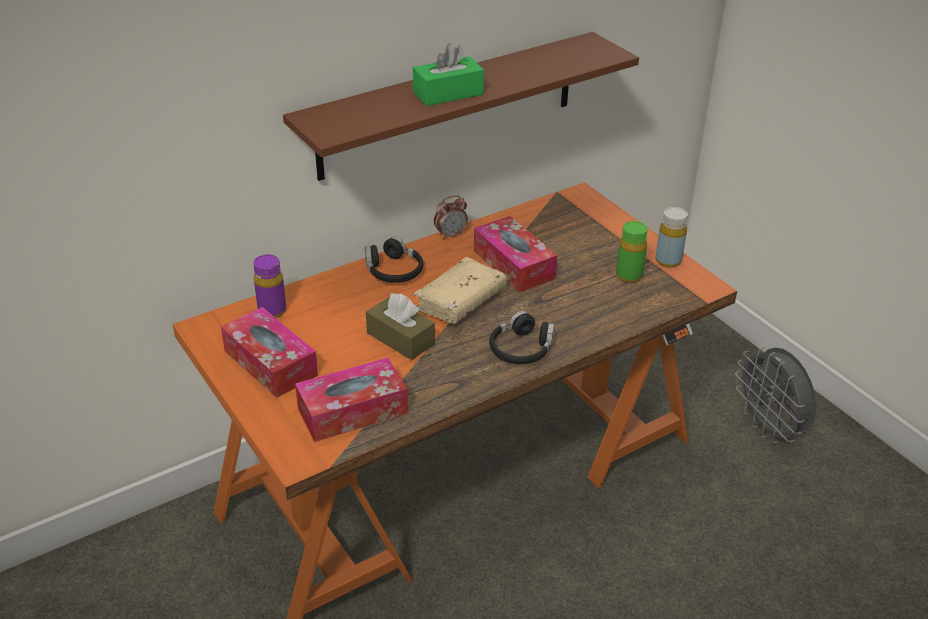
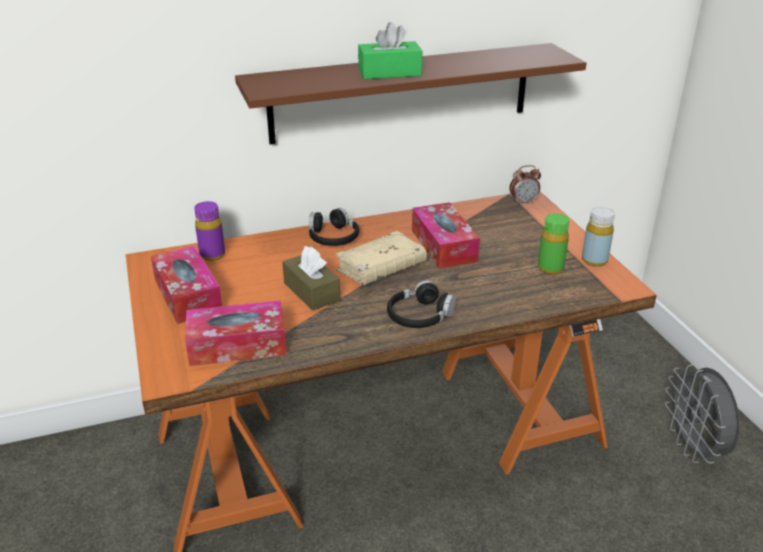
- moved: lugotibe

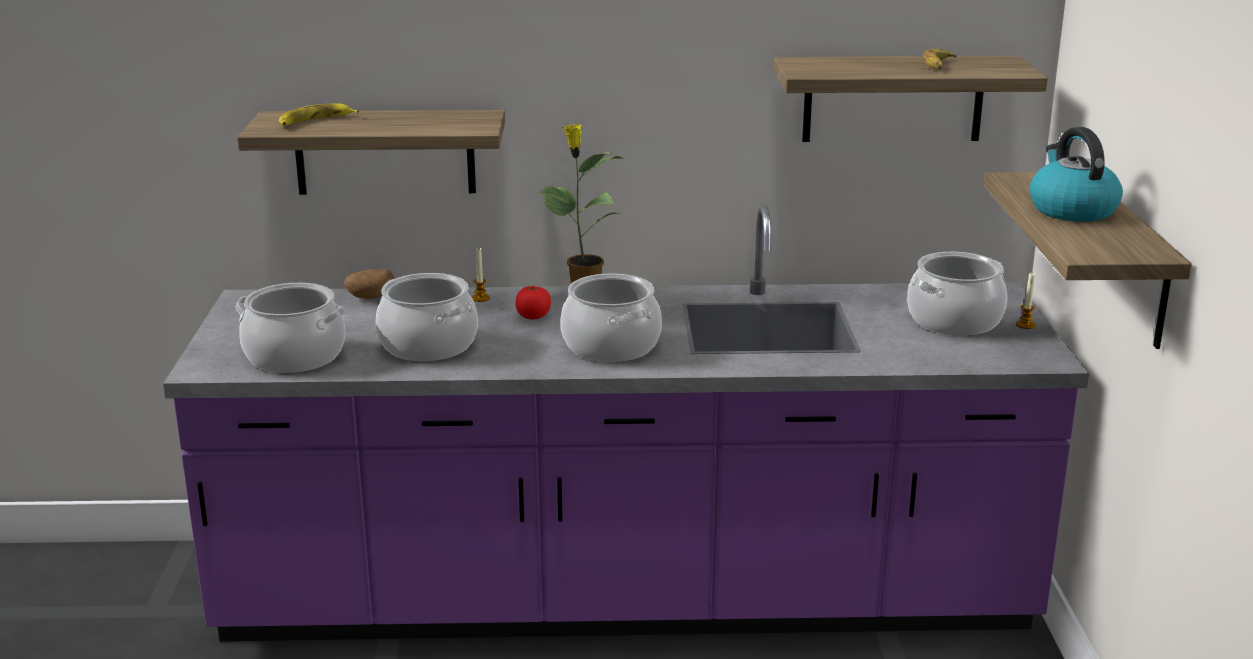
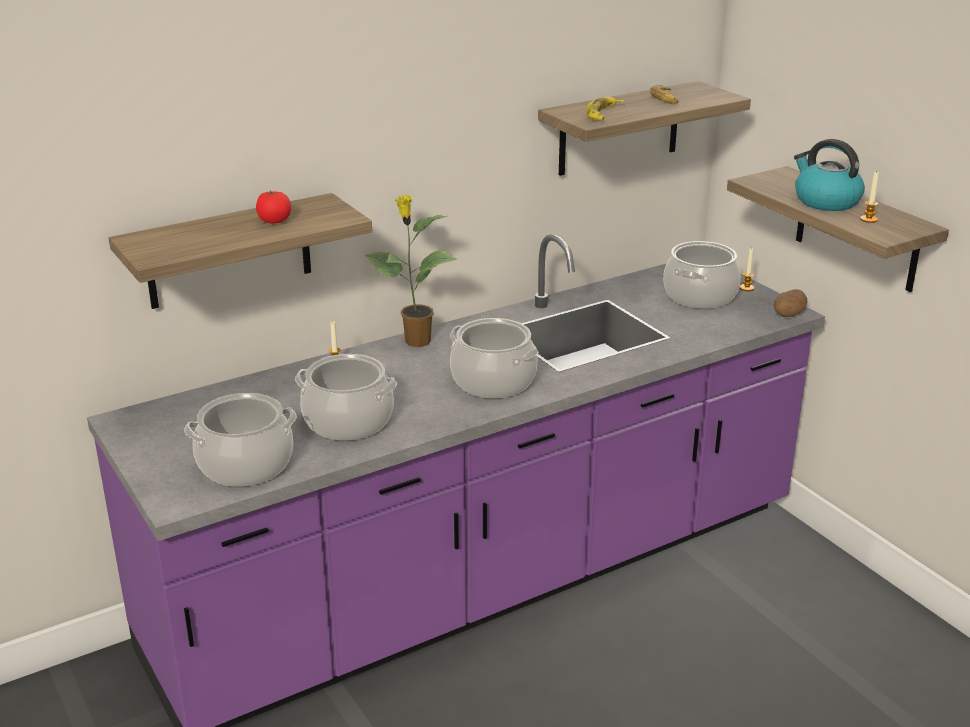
- added: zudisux (3rd from left)
- moved: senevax (1st from left)
- moved: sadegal
- moved: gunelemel

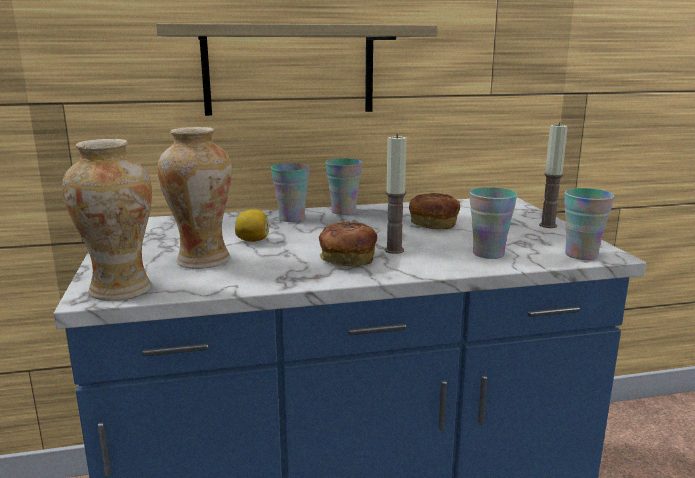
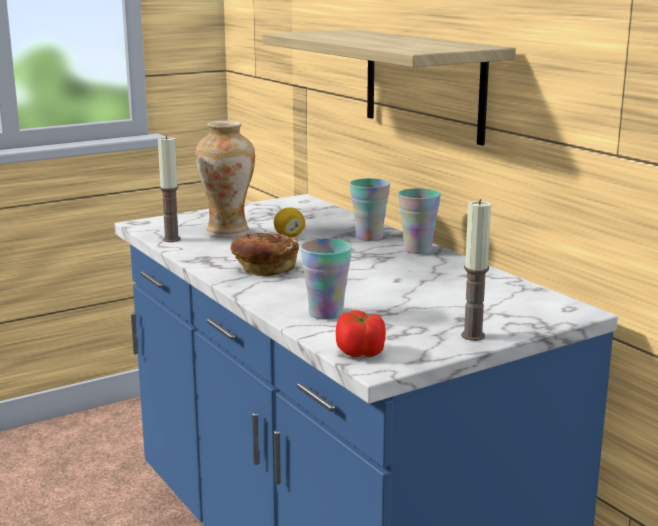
- removed: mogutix (1st from left)
- removed: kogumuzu (2nd from left)
- moved: zudisux (1st from left)
- replaced: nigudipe (4th from left) to gunelemel

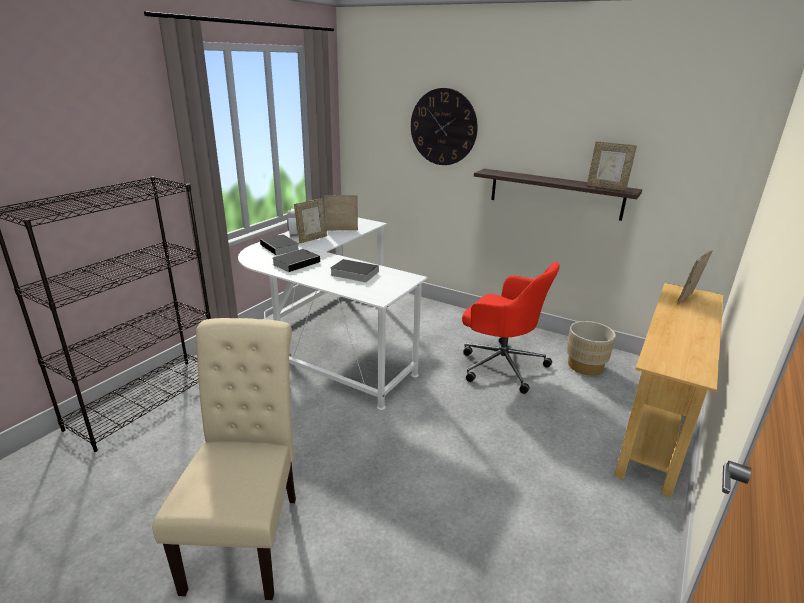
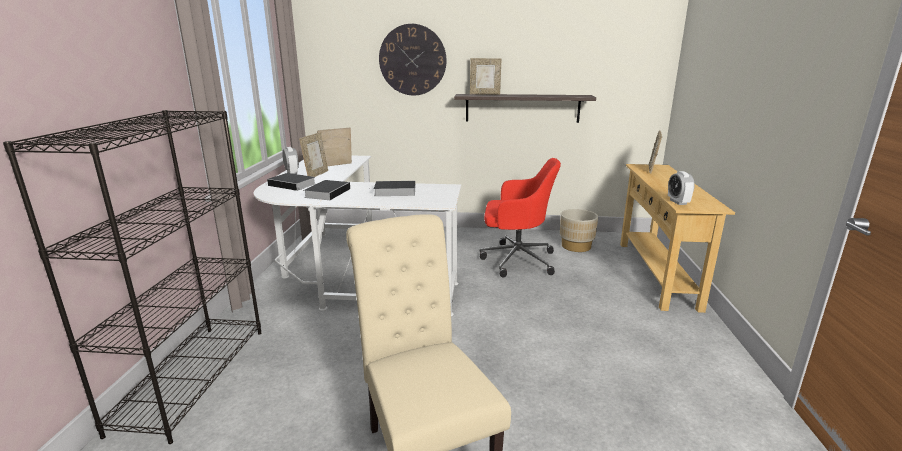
- added: lugotibe (2nd from left)
- moved: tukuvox (3rd from left)

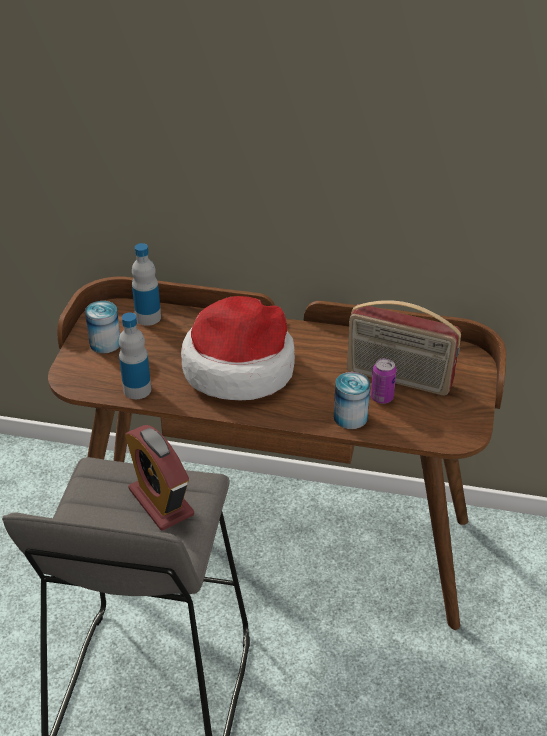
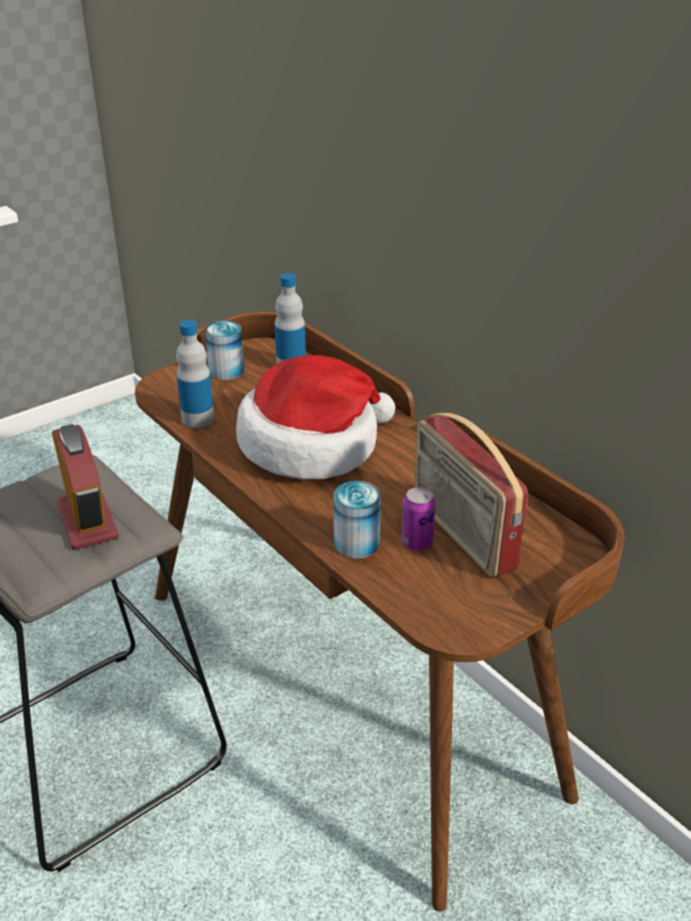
- turned: lugotibe 150 degrees clockwise

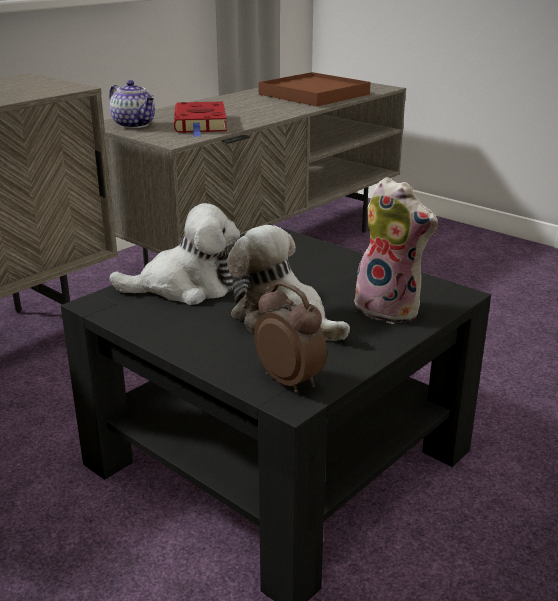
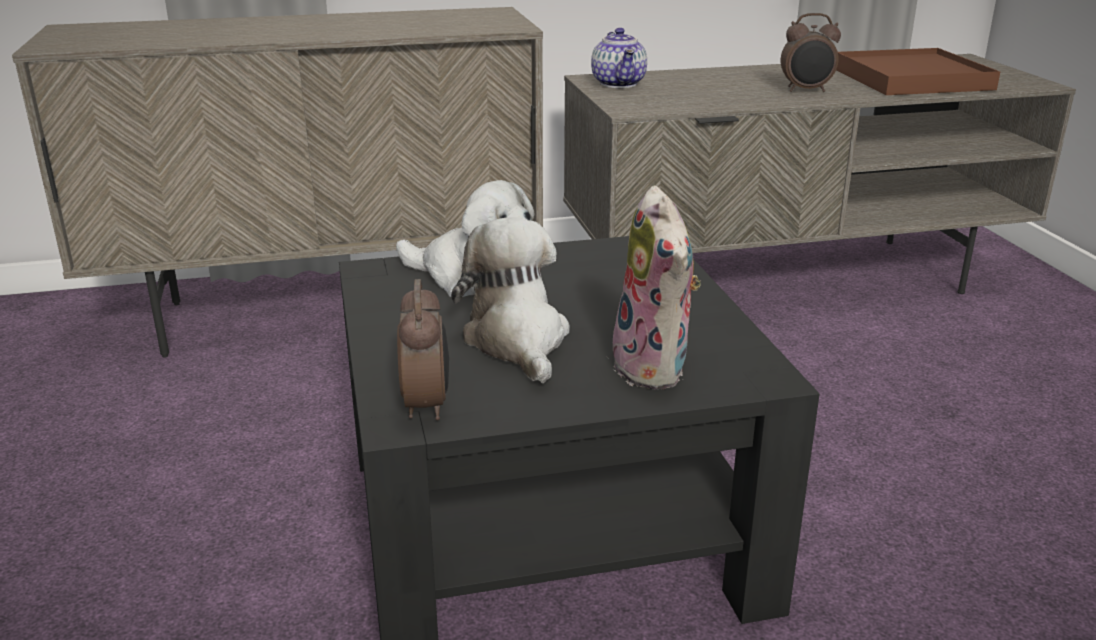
- removed: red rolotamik
- added: lugotibe (2nd from left)

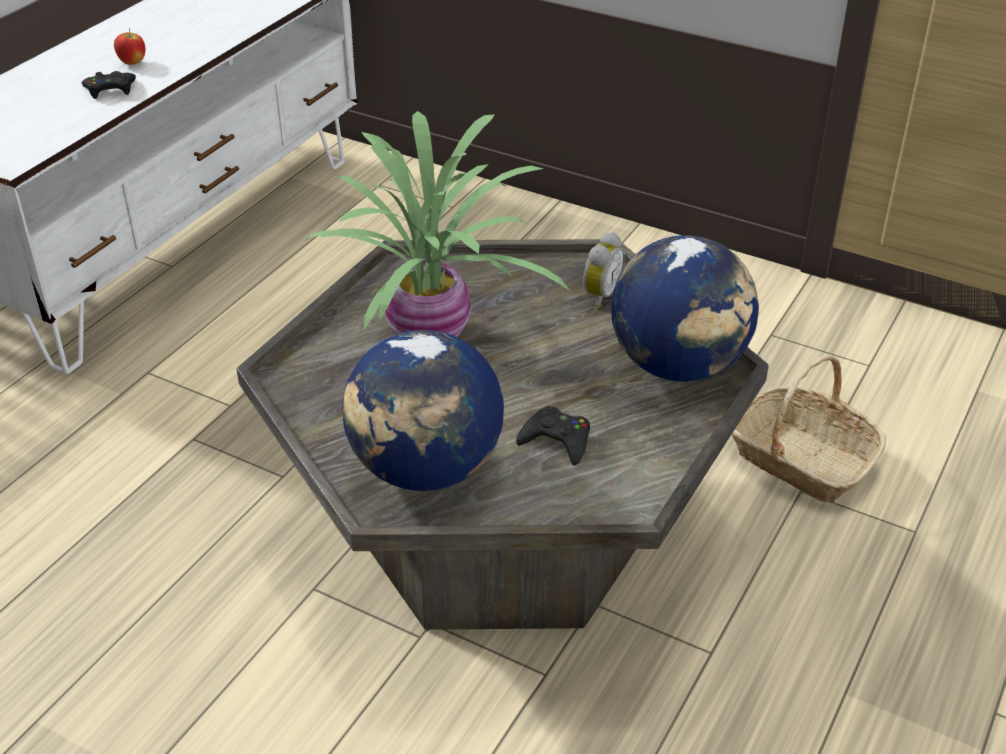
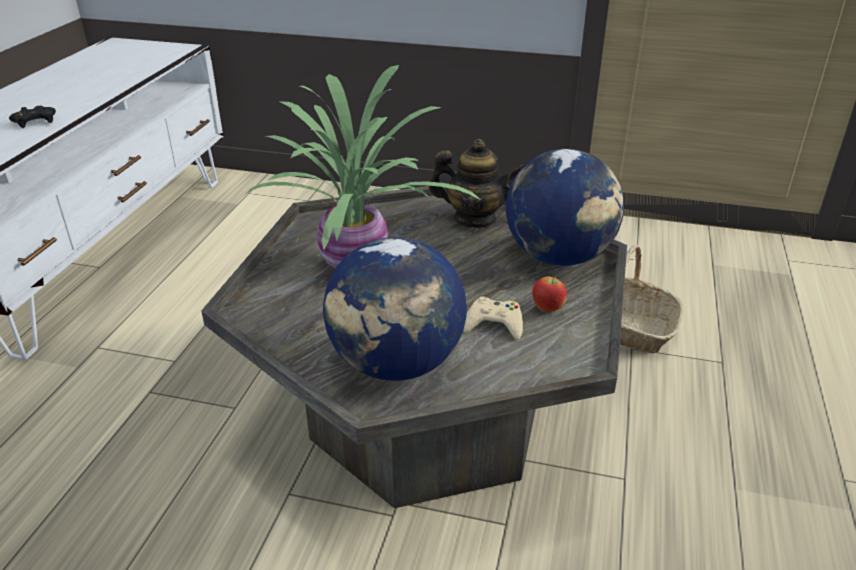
- moved: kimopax
- replaced: lugotibe to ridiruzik
- recoloured: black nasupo (2nd from left) to beige nasupo

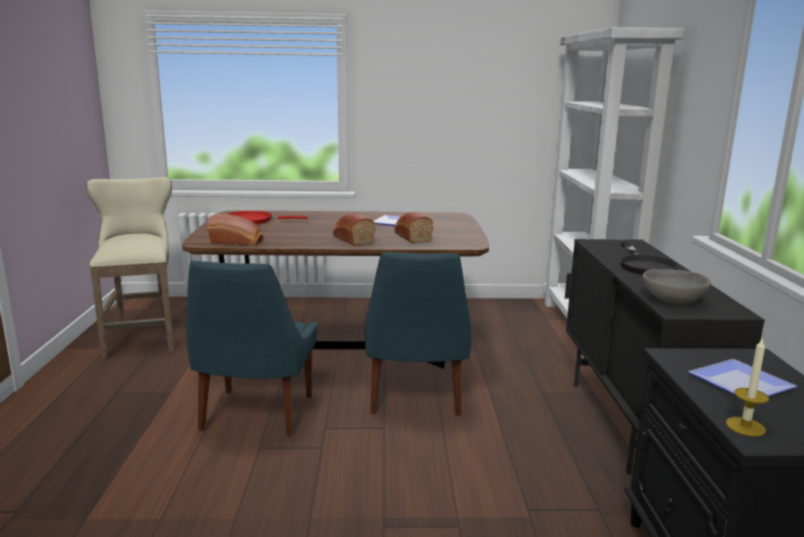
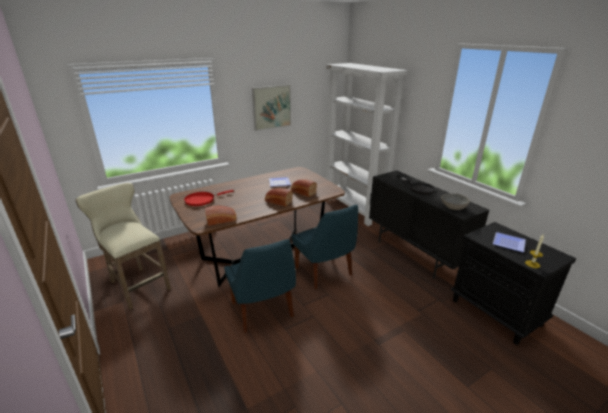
- added: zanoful

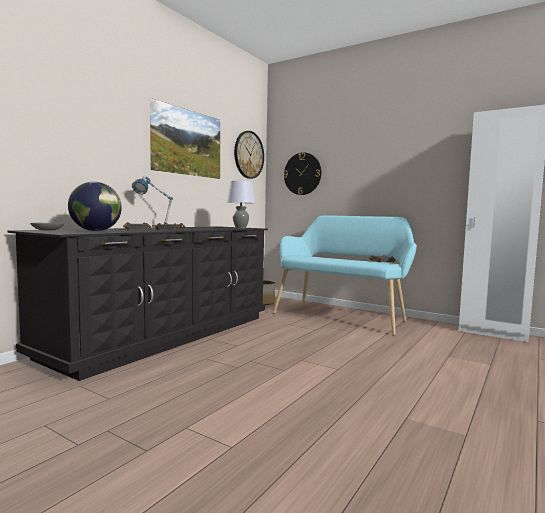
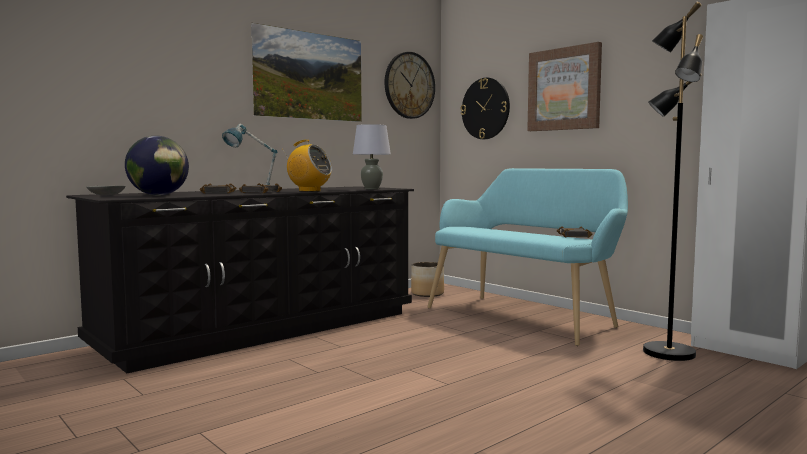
- added: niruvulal
- added: zanoful (2nd from left)
- added: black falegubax

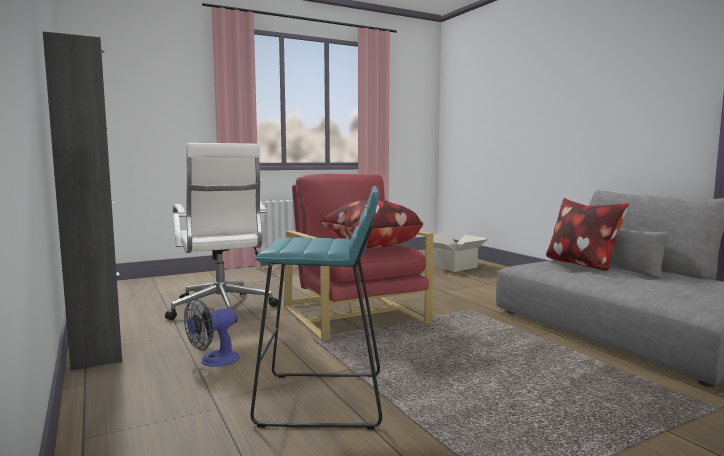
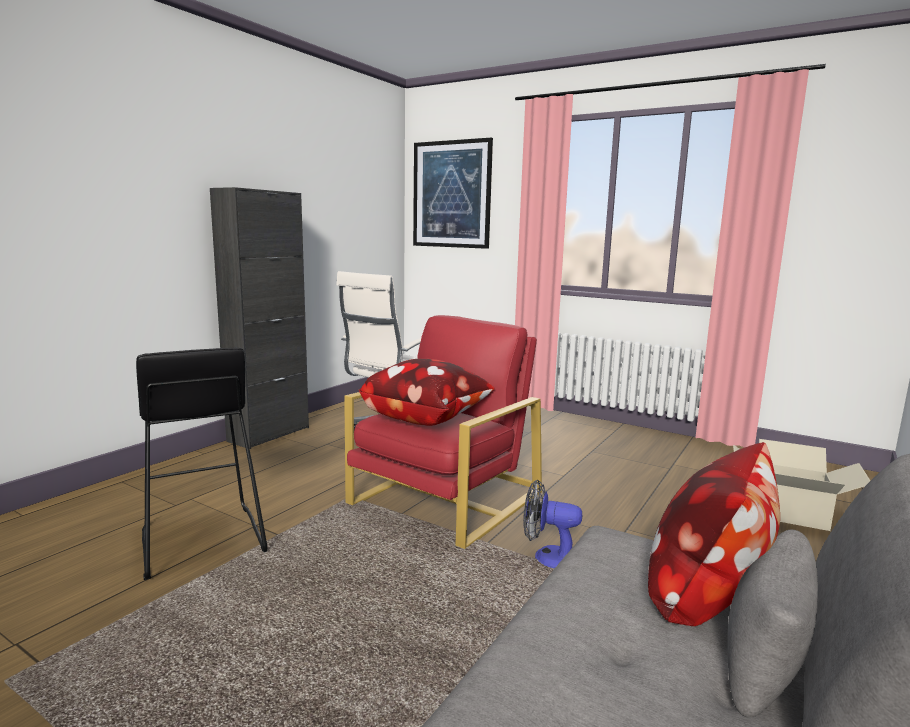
- added: zanoful
- moved: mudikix
- recoloured: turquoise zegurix to black zegurix

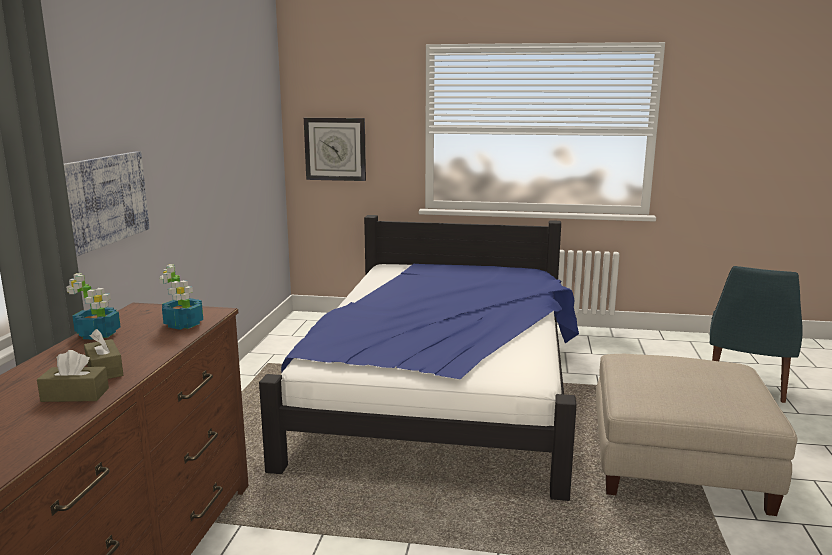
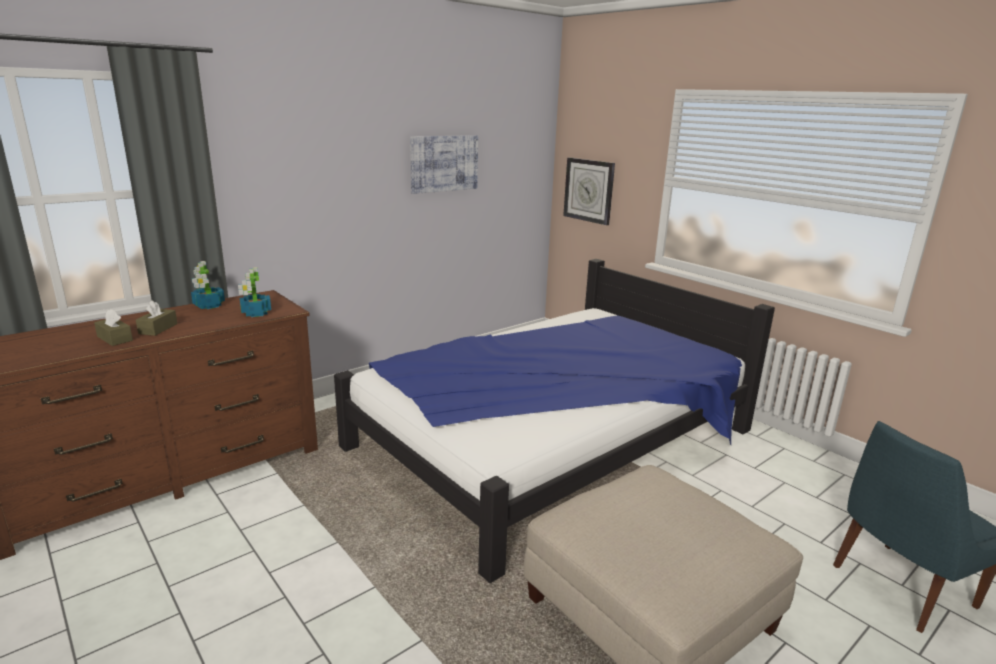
- moved: zanoful

